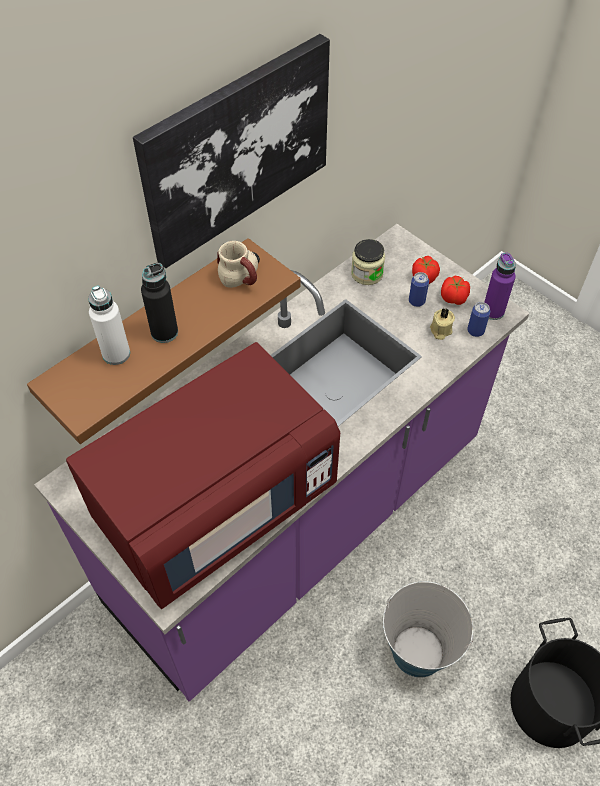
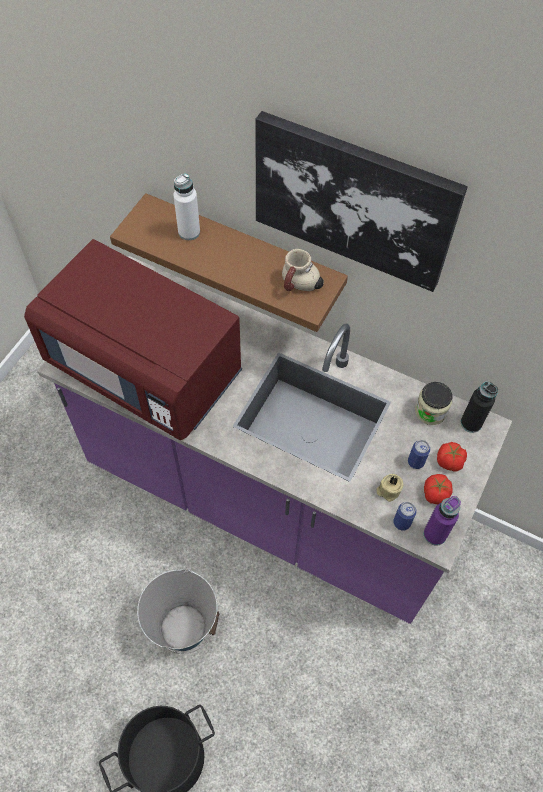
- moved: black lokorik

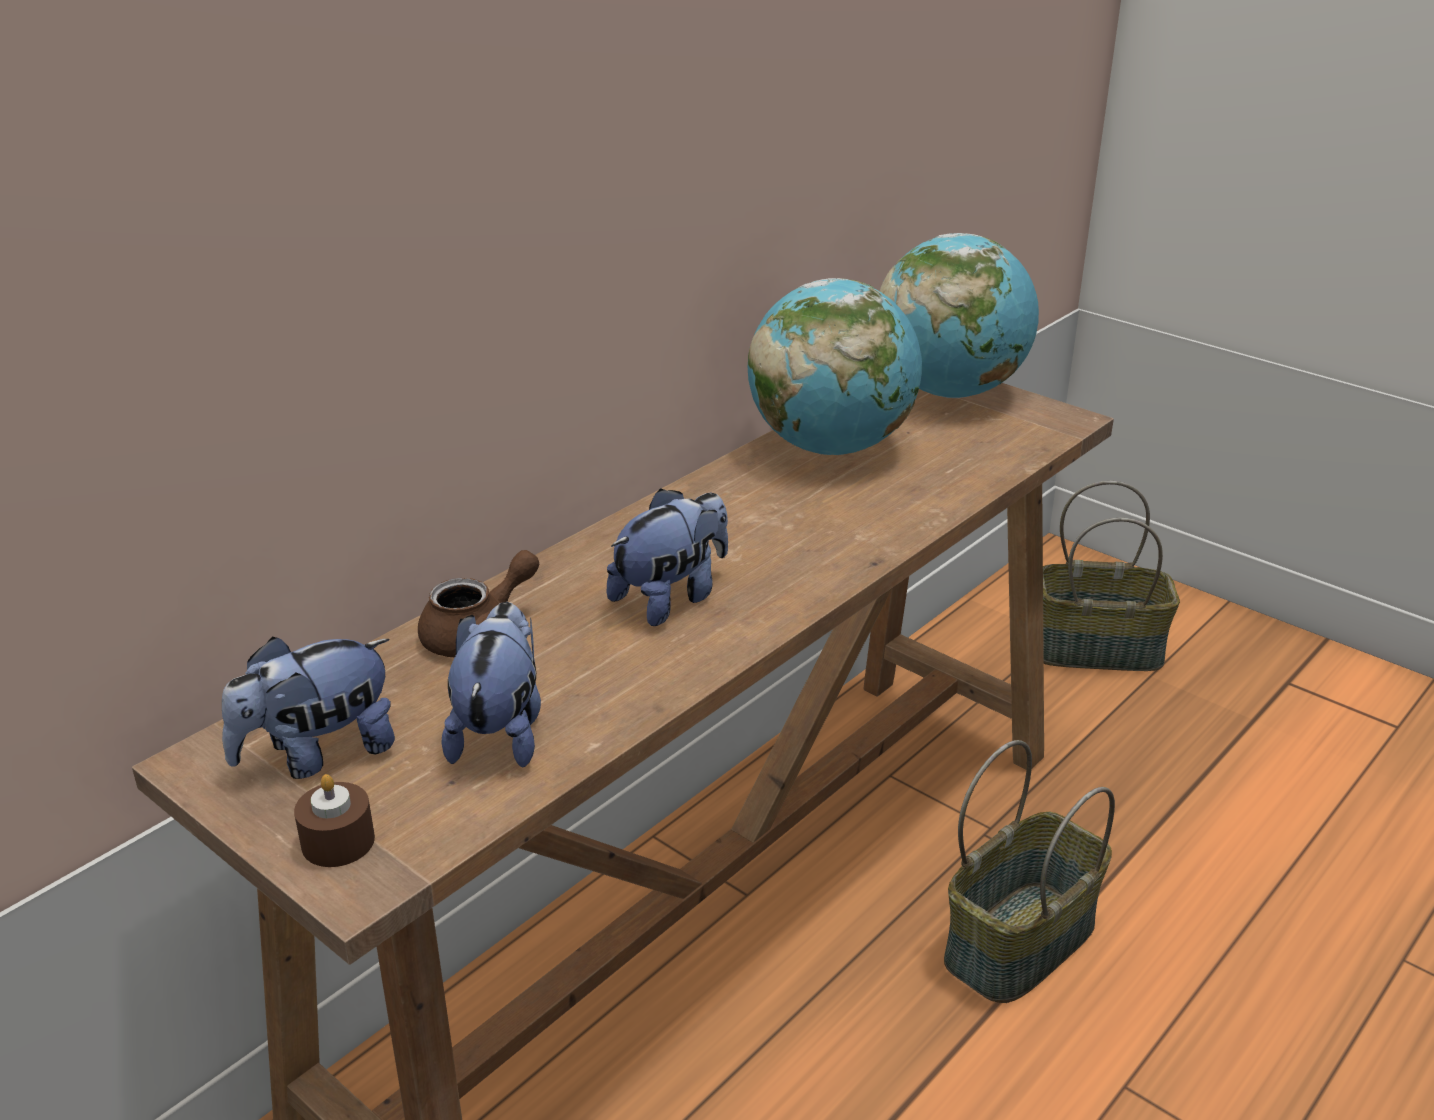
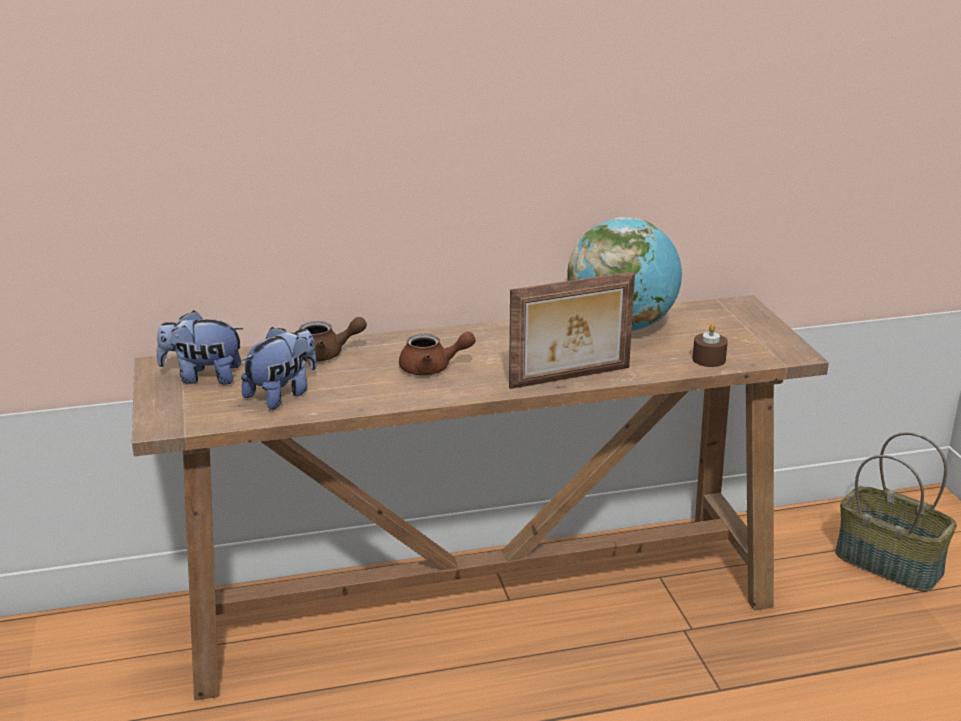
- removed: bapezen (2nd from left)
- removed: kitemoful (1st from left)
- added: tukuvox
- moved: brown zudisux
- replaced: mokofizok (3rd from left) to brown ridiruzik (2nd from left)

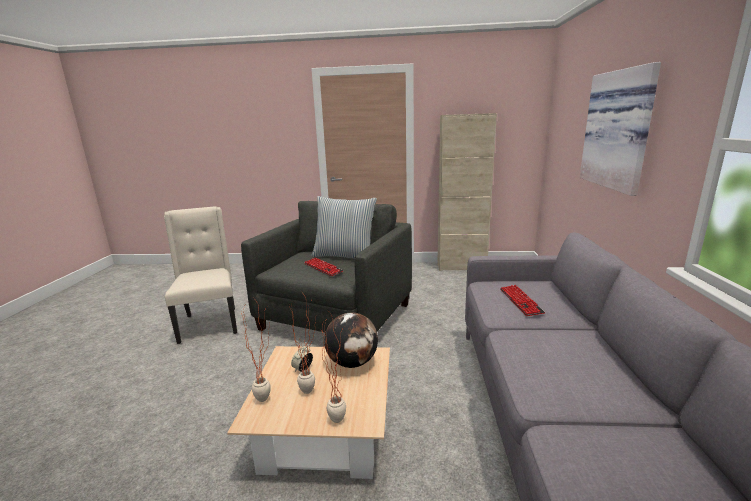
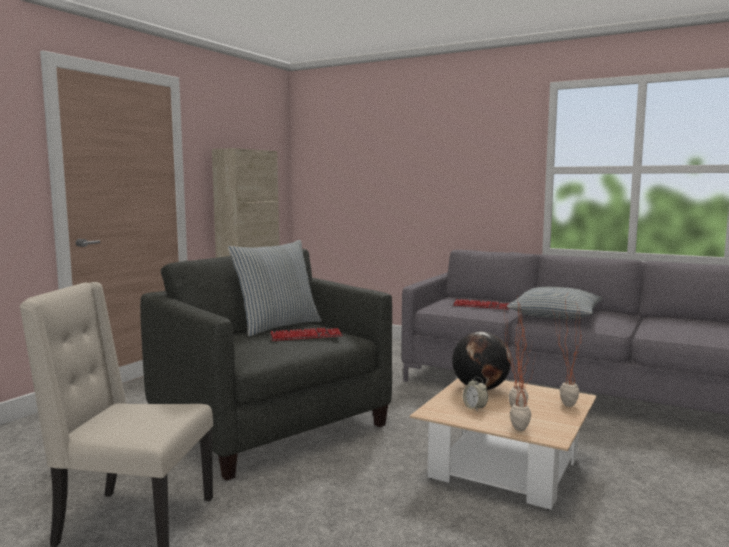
- removed: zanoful
- added: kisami (2nd from left)

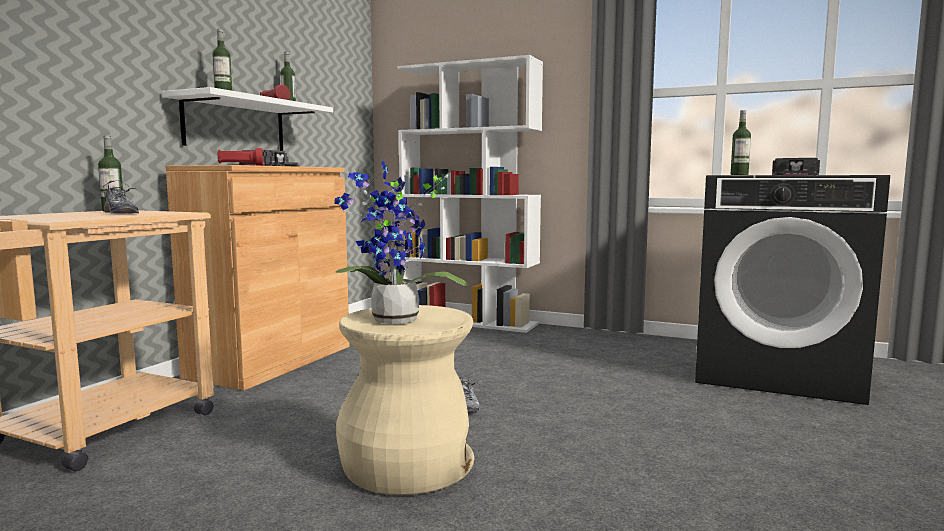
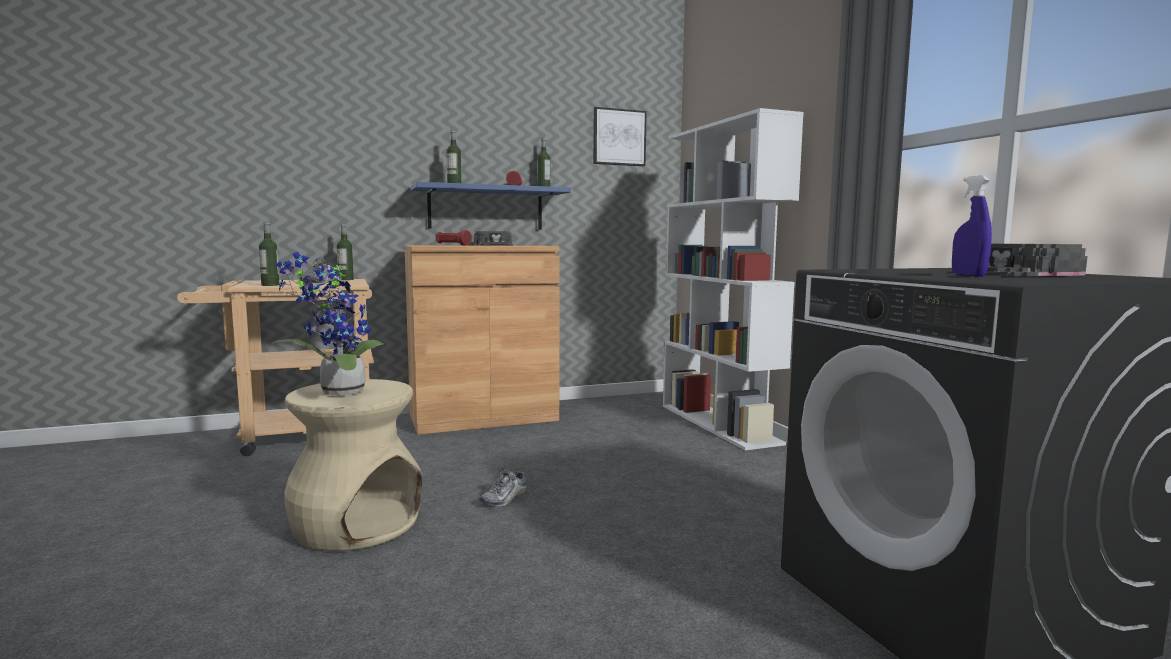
- added: zanoful
- added: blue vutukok
- moved: lokorik (4th from left in the first image) to lokorik (1st from left)
- recoloured: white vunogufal to blue vunogufal

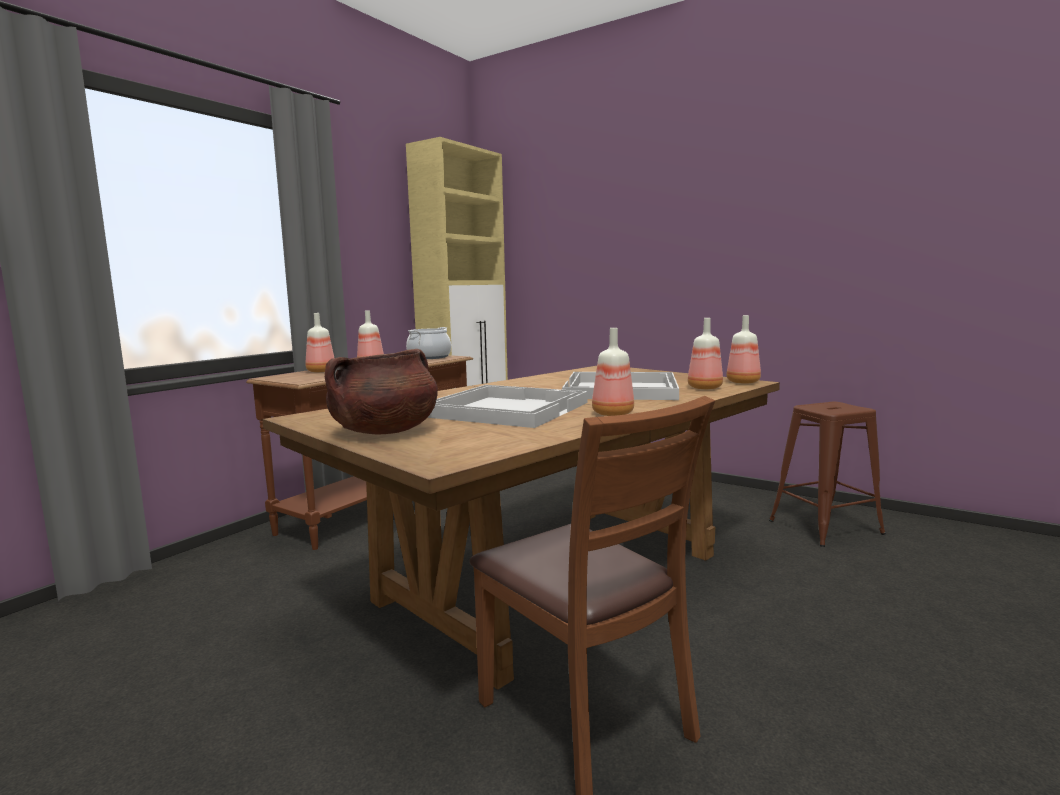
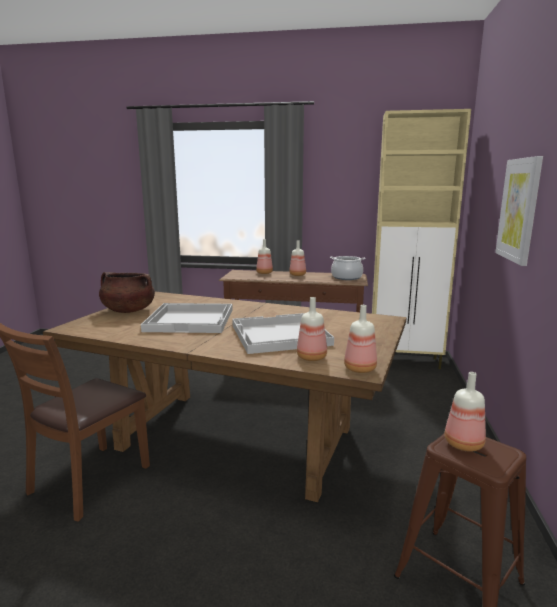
- added: zanoful
- moved: lokorik (3rd from left in the first image) to lokorik (5th from left)

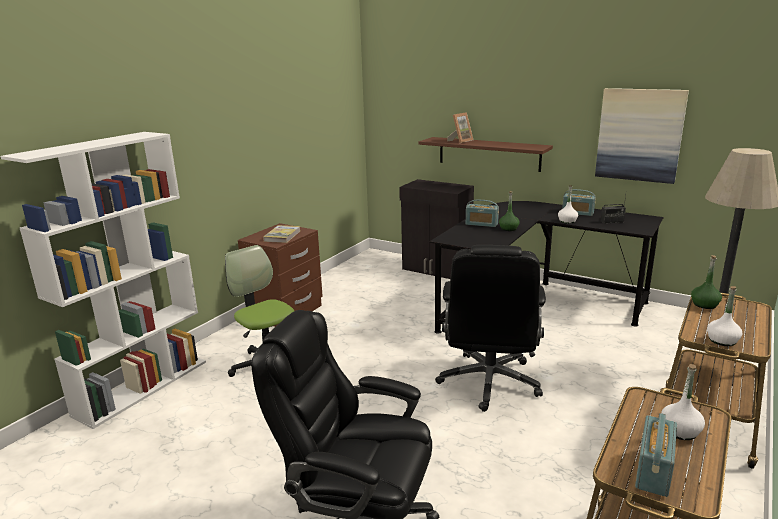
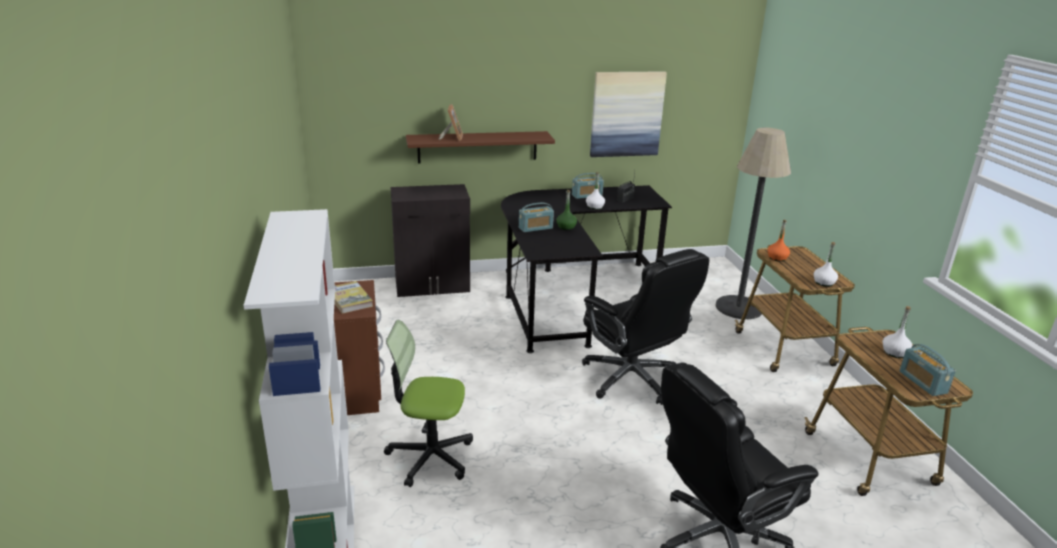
- recoloured: green lokorik (2nd from left) to orange lokorik

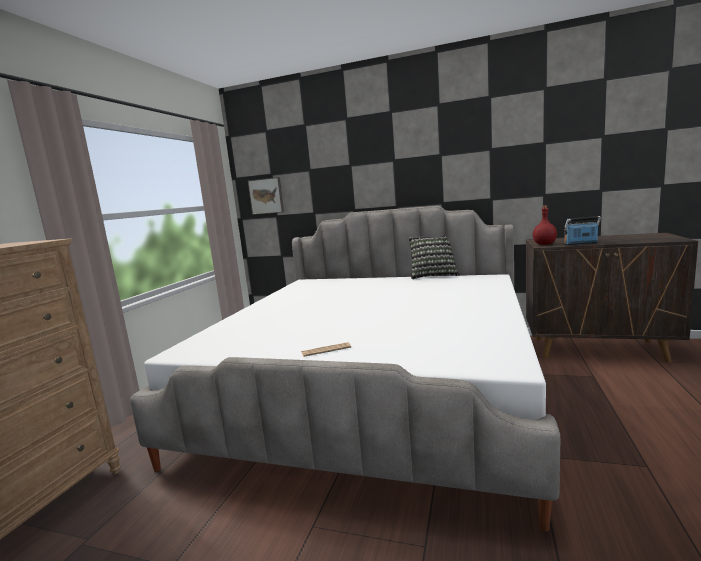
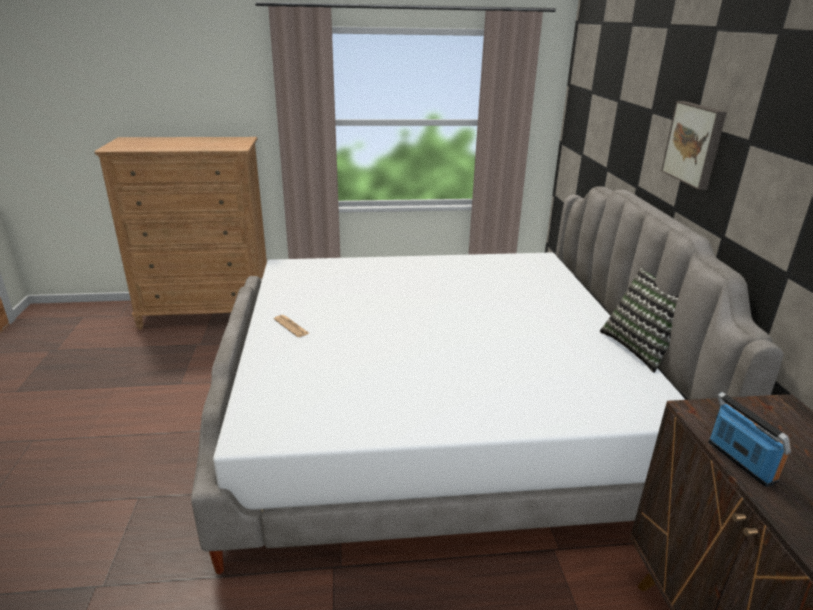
- removed: red lokorik
- moved: zanoful

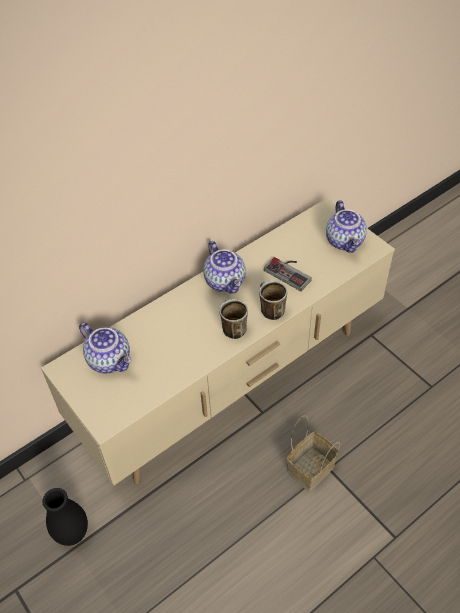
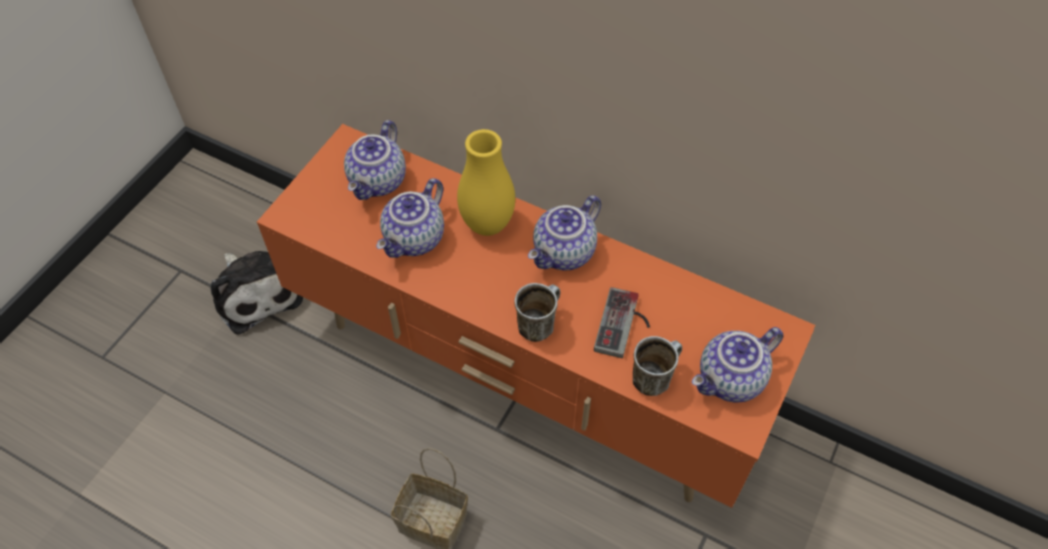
- added: ridiruzik (2nd from left)
- added: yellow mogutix
- moved: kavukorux (1st from left in the first image) to kavukorux (2nd from left)
- replaced: black mogutix to mokofizok
- recoloured: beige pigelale to orange pigelale

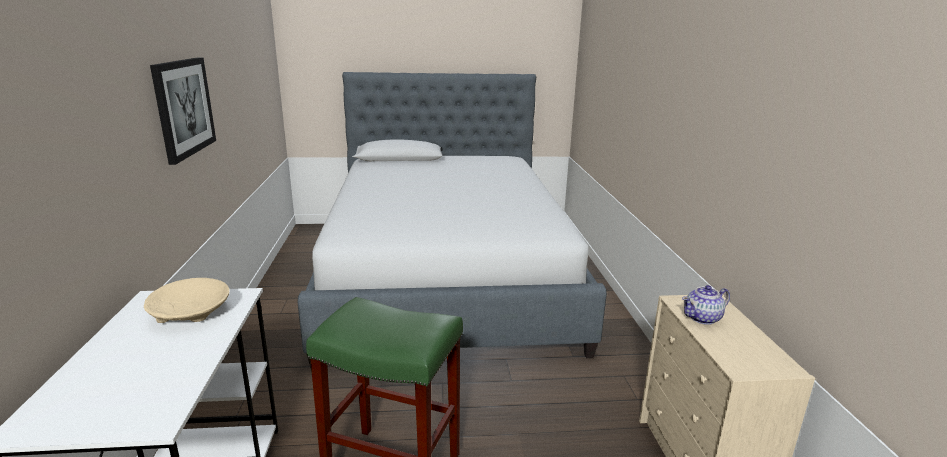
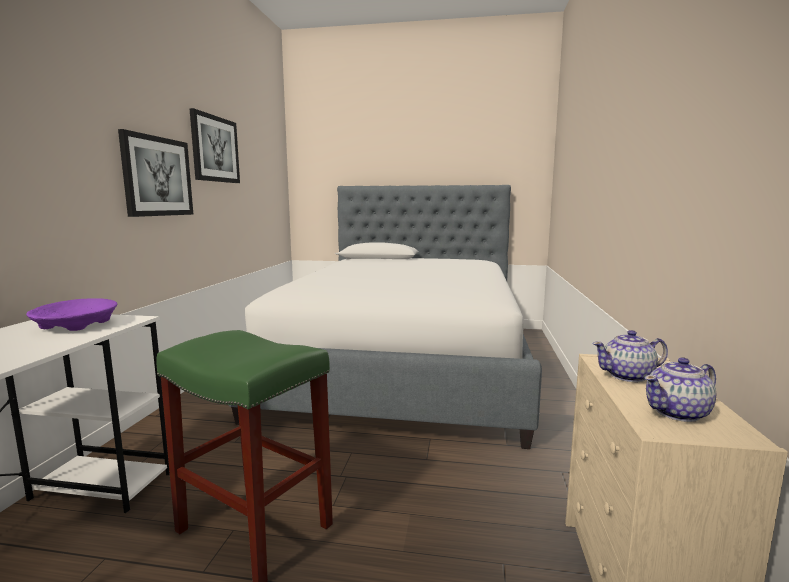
- added: zanoful (2nd from left)
- added: ridiruzik (2nd from left)
- recoloured: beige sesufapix to purple sesufapix

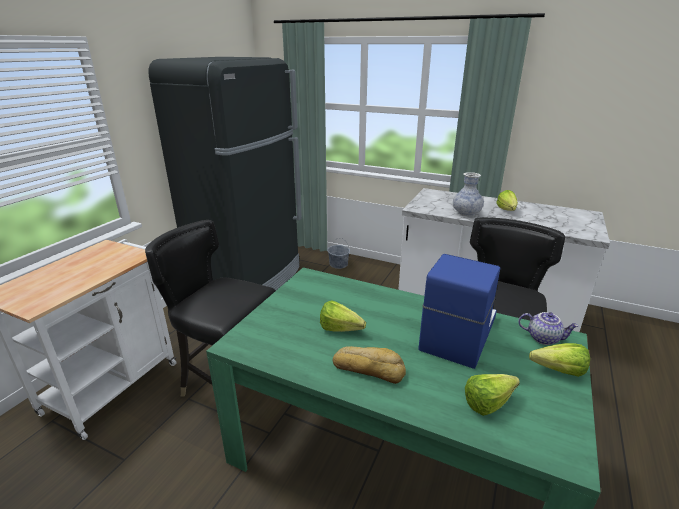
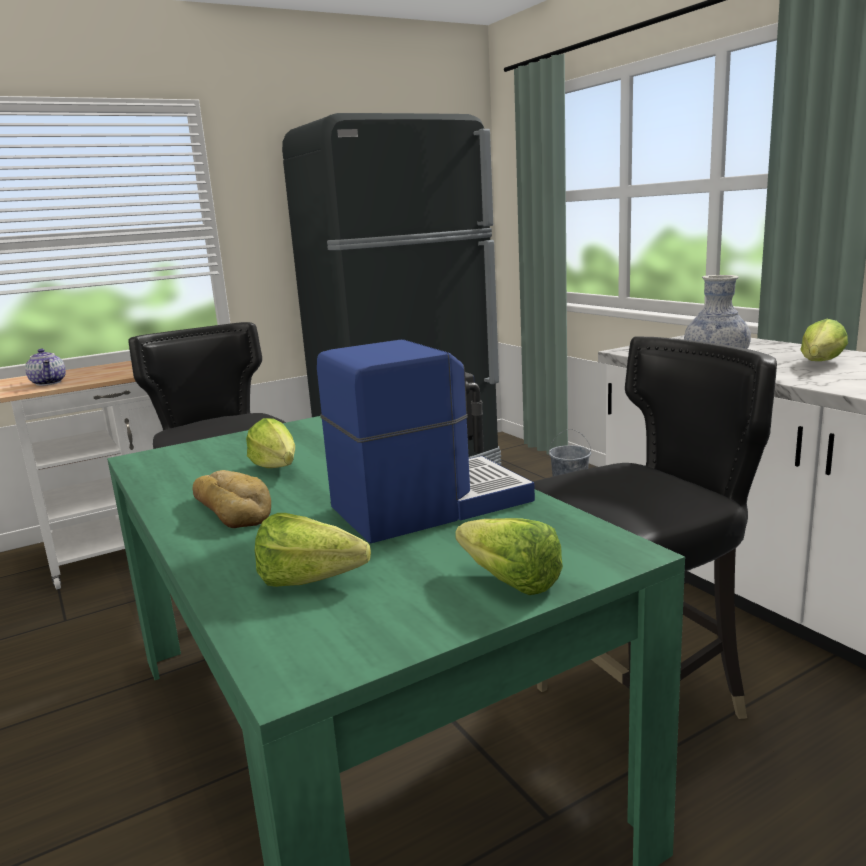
- moved: ridiruzik

